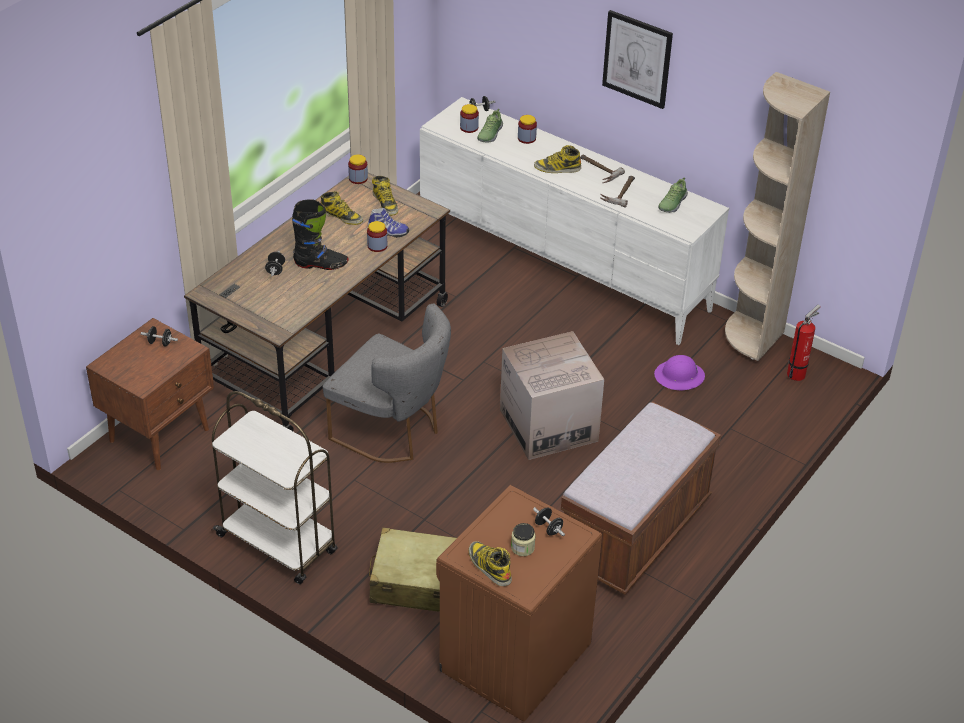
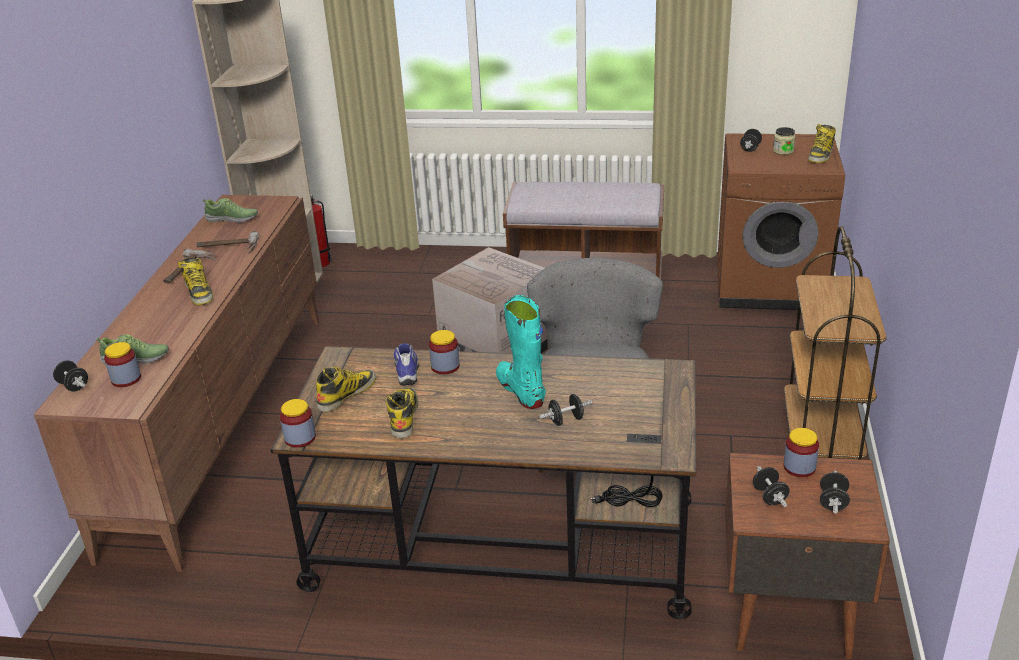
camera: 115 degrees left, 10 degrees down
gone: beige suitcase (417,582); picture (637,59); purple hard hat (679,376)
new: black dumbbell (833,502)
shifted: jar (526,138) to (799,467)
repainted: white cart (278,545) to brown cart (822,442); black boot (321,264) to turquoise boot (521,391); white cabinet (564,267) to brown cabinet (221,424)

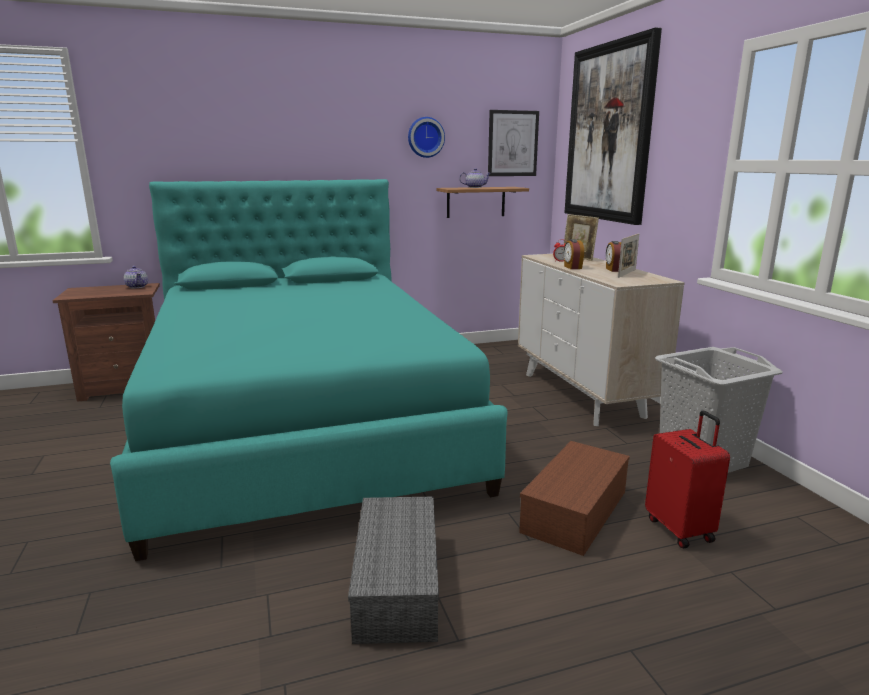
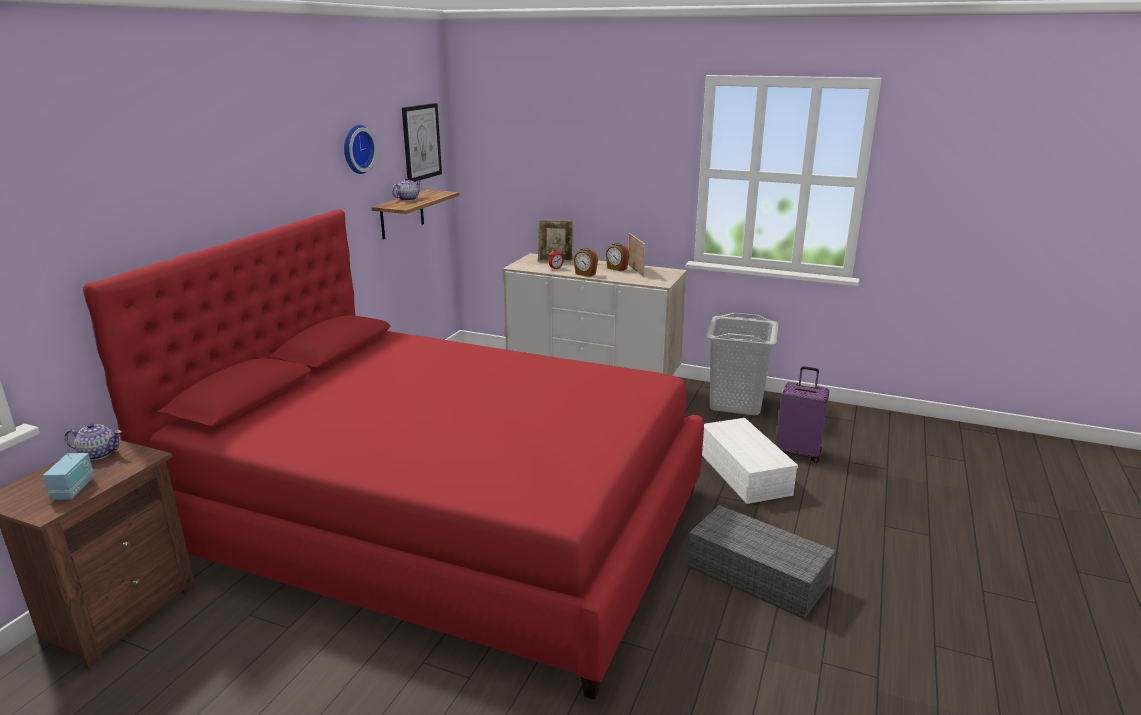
camera: 50 degrees left, 5 degrees up
gone: picture (609,133)
new: radio (74,490)
repainted: turquoise bed (305,421) to red bed (442,520); brown storage box (575,512) to white storage box (746,473); red suitcase (680,529) to purple suitcase (798,452)

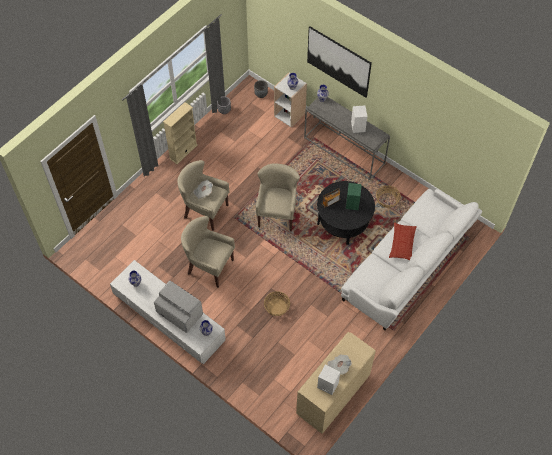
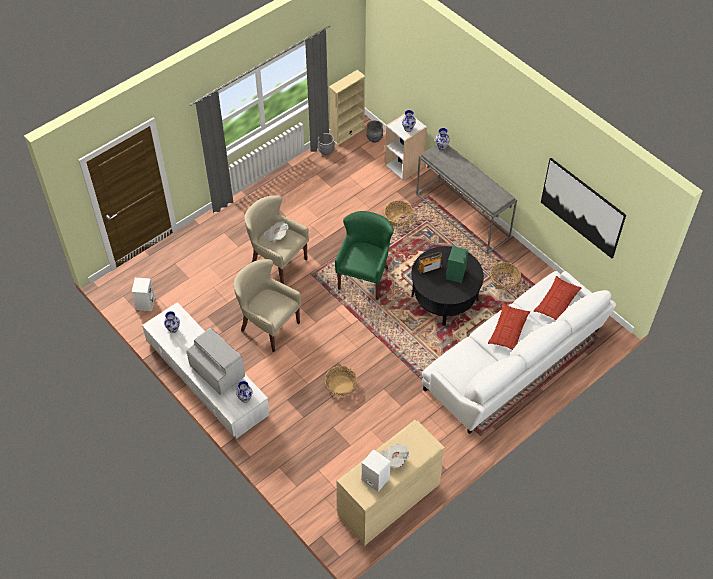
camera: 10 degrees right, 5 degrees down
new: basket (398,218); pillow (557,301)
shifted: beige bookcase (183,152) to (347,133); picture (338,61) to (582,207); white speaker (357,126) to (145,303)
repainted: beige armchair (277,214) to green armchair (364,278)

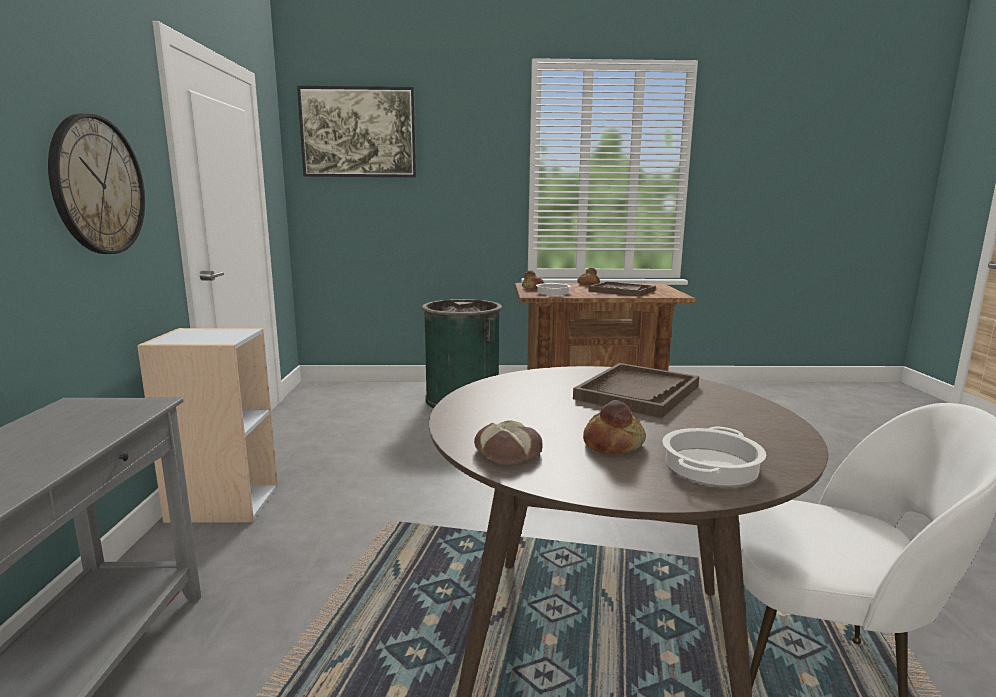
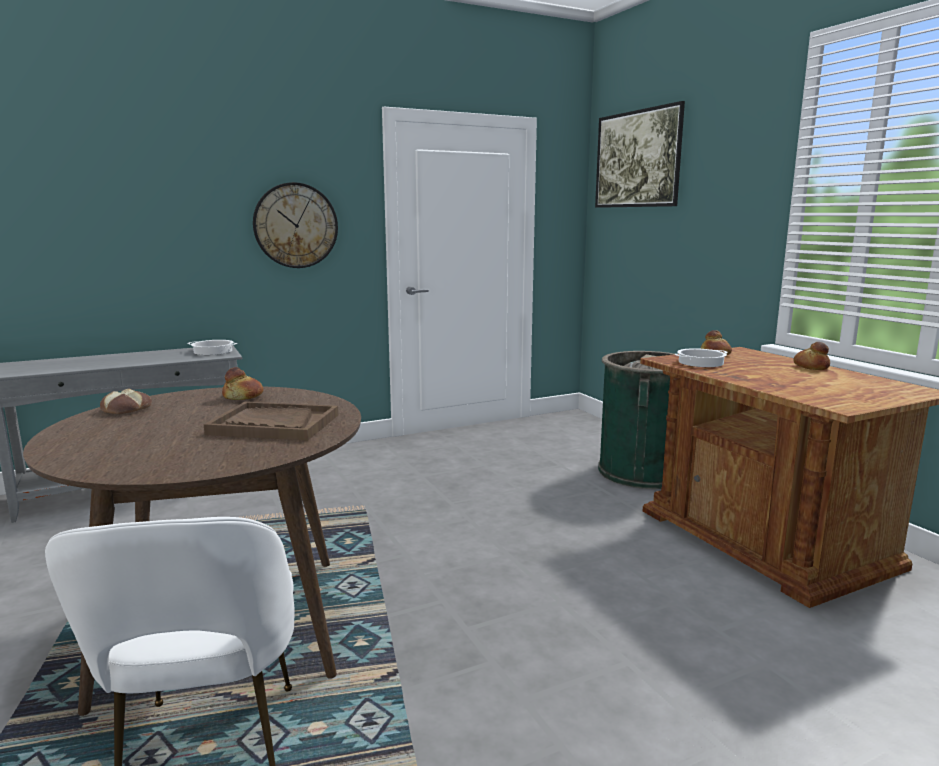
camera: 65 degrees right, 0 degrees up
gone: bookcase (222,503); brown tray (621,291)
shifted: bread (613,444) to (243,397); cooking pot (710,465) to (213,351)

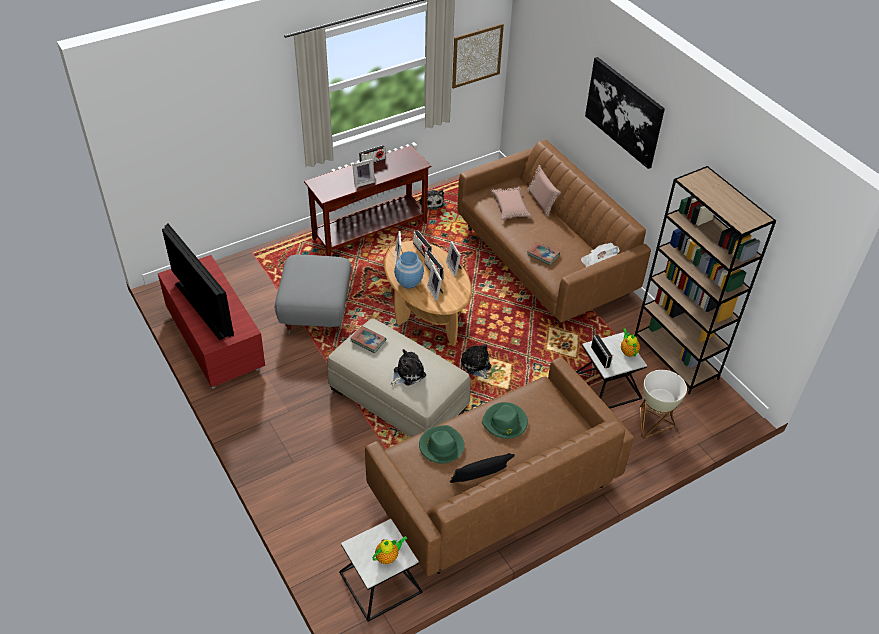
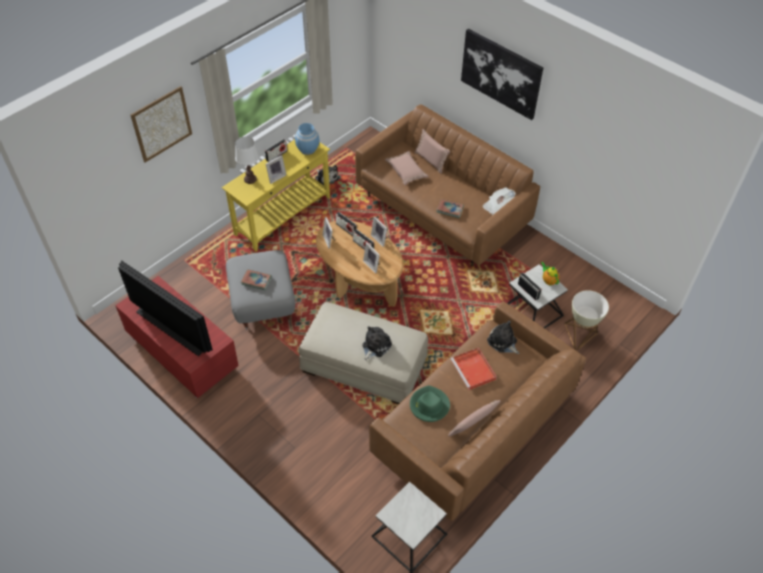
camera: 15 degrees left, 5 degrees up
gone: teapot (388,557); beige bookcase (676,358)
new: white table lamp (250,179)
shifted: book (368,341) to (256,281); blue vase (409,282) to (308,149); picture (477,55) to (161,123); plush toy (476,366) to (503,342)
swapped: green hat (505,422) to red tray (474,370)
repainted: brown console table (370,230) to yellow console table (283,215); black pillow (480,479) to beige pillow (472,426)

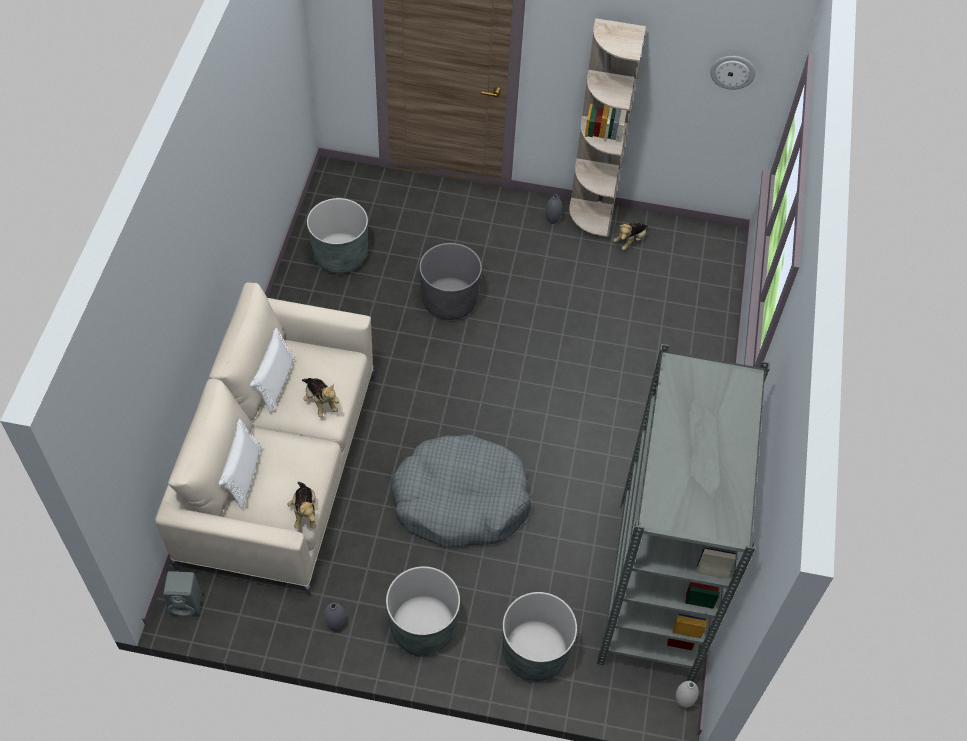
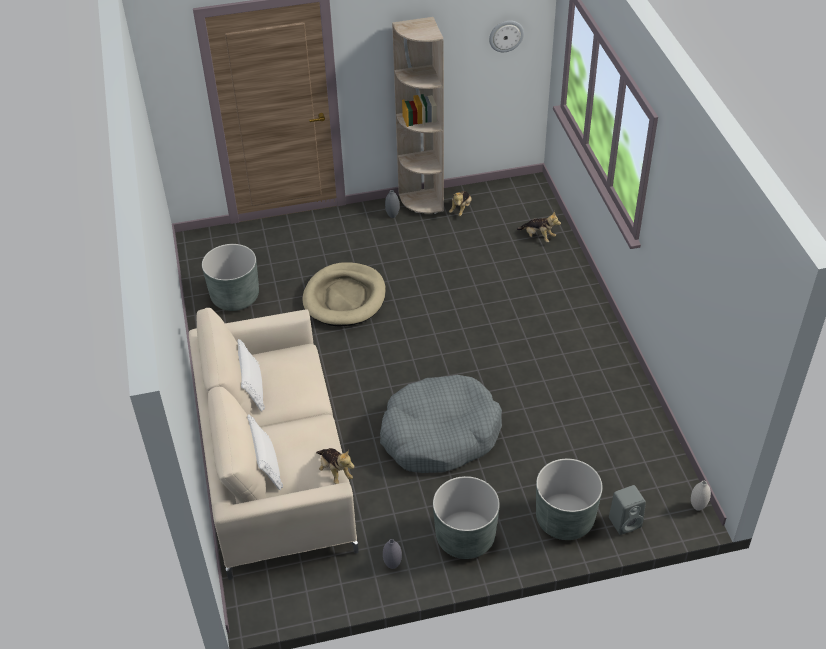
camera: 20 degrees left, 10 degrees down
gone: grey bookcase (655,589)
shifted: grey speaker (187,603) to (625,521); plush toy (320,402) to (538,237)
swapped: grey planter (449,301) to beige dog bed (345,297)

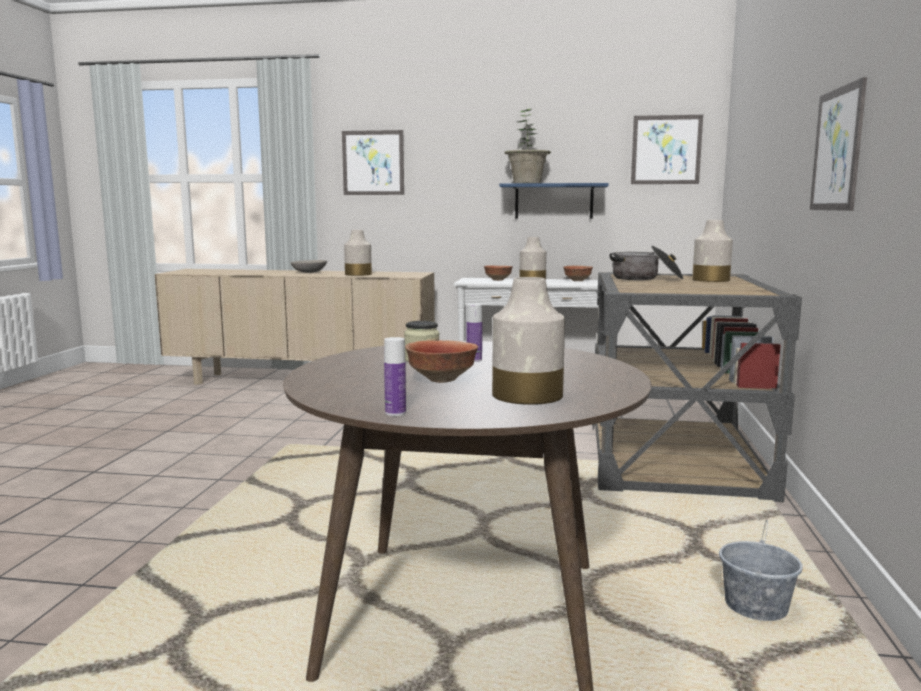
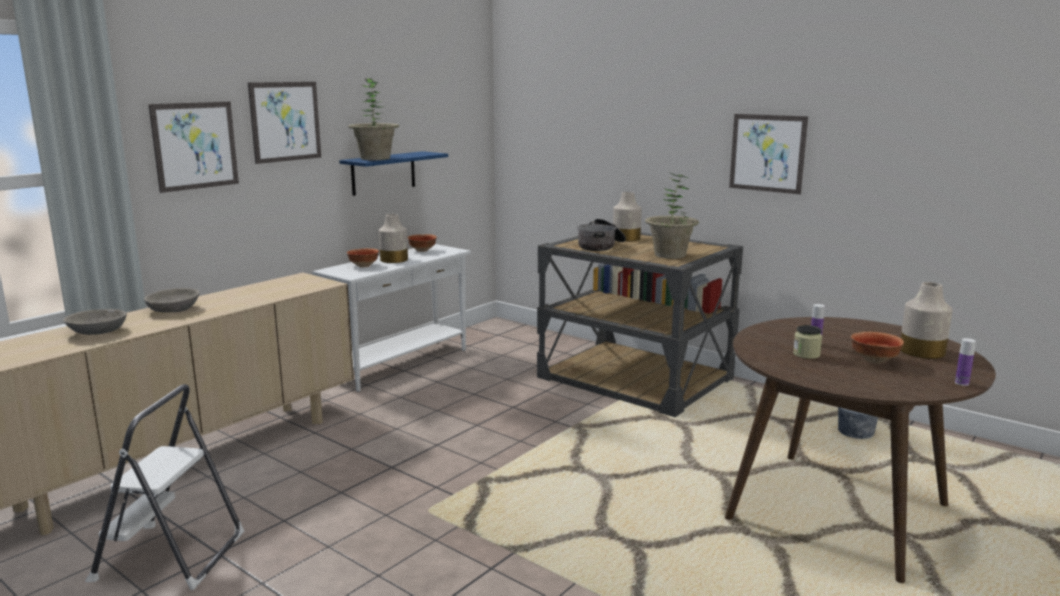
camera: 60 degrees left, 5 degrees up
gone: beige vase (358,274)
new: grey bowl (97,331); white step ladder (174,556); potted plant (670,255)
shifted: picture (666,150) to (285,121)

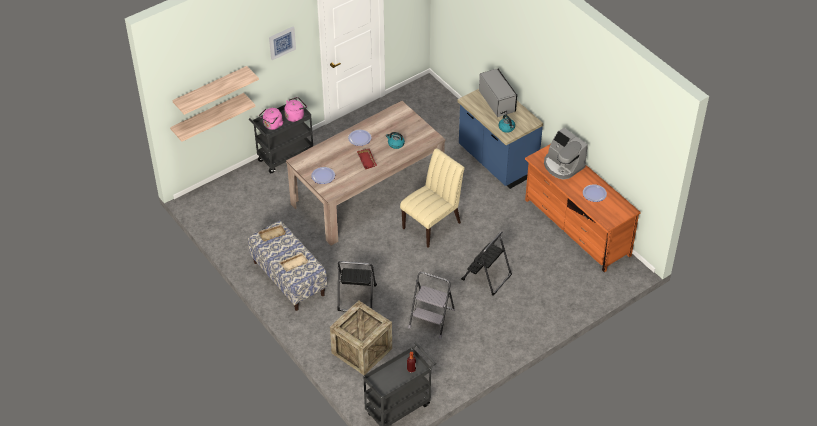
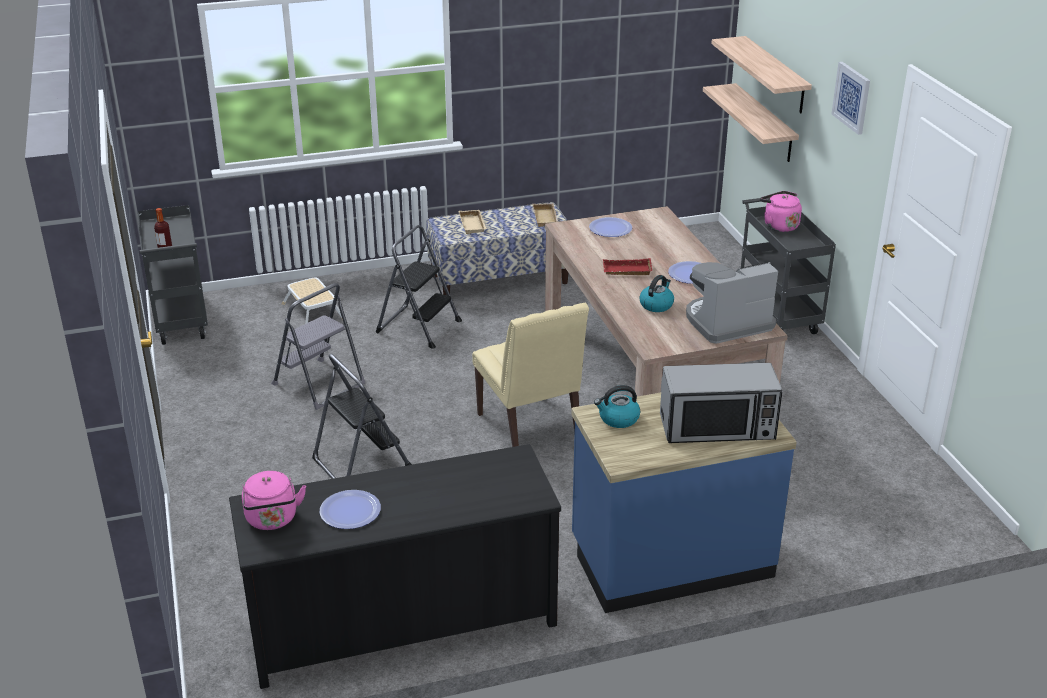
camera: 110 degrees right, 15 degrees down
shifted: pink kettle (295,116) to (272,520); coffee machine (563,165) to (726,322)
swapped: crate (361,351) to beige step ladder (313,312)
repainted: orange dresser (576,228) to black dresser (401,624)

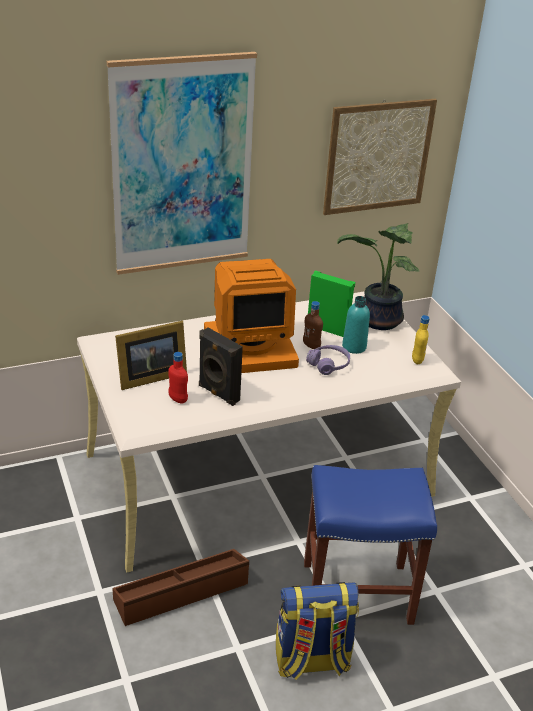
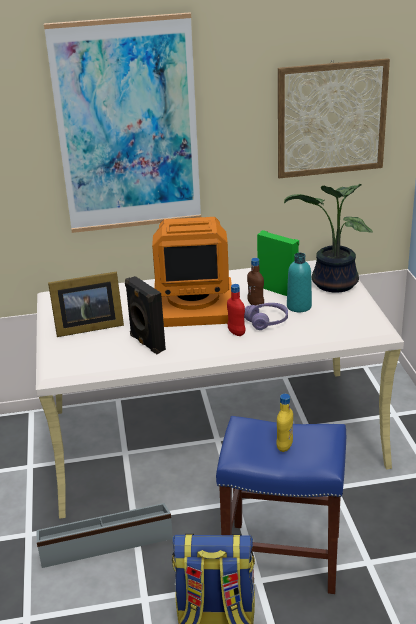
camera: 15 degrees right, 5 degrees down
shifted: red bottle (178,399) to (236,333); yellow bottle (417,360) to (284,446)
repainted: brown storage box (182,593) to grey storage box (106,542)

